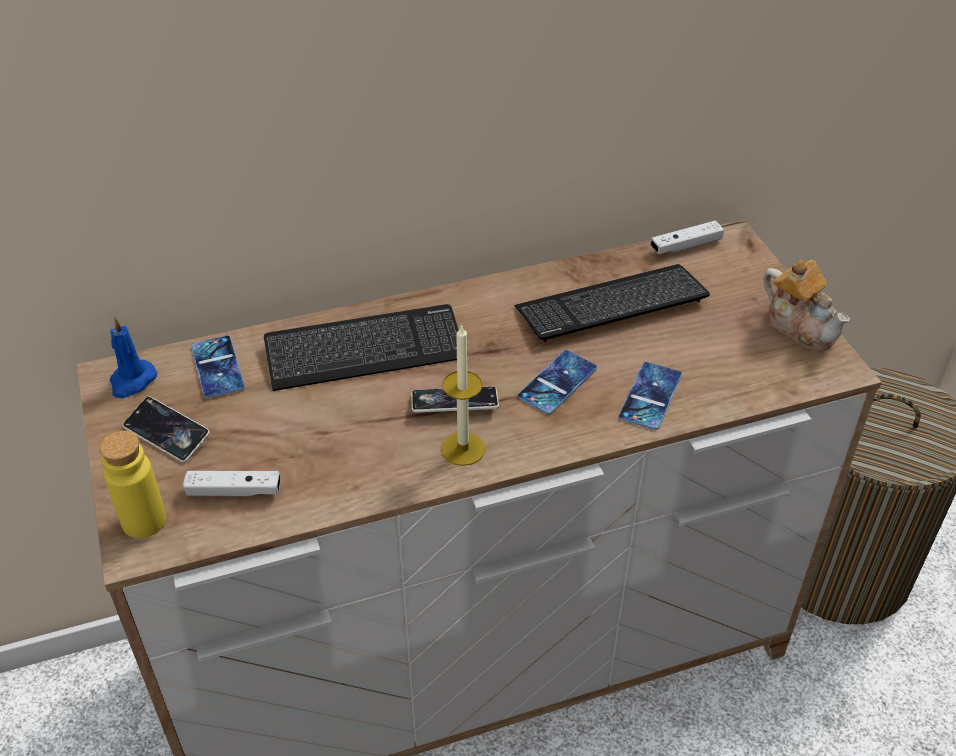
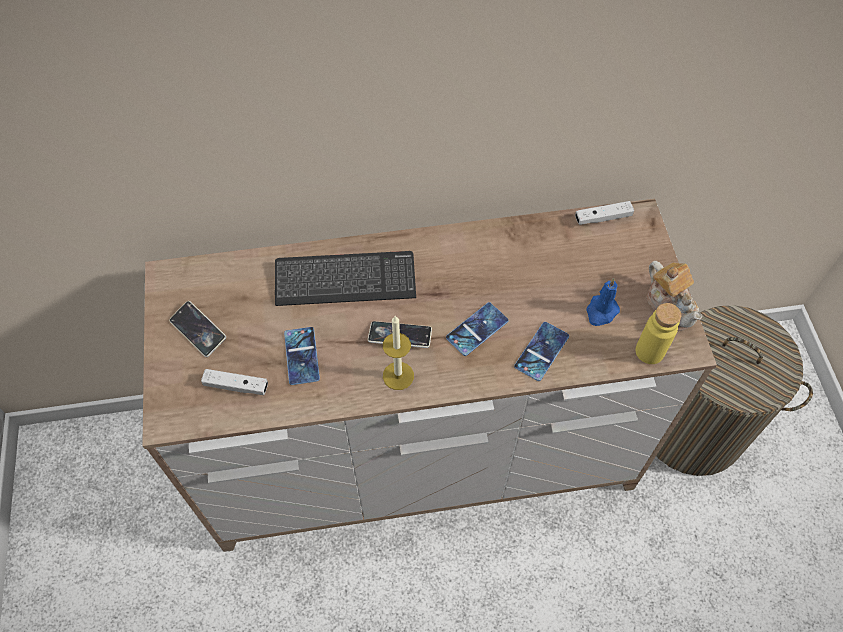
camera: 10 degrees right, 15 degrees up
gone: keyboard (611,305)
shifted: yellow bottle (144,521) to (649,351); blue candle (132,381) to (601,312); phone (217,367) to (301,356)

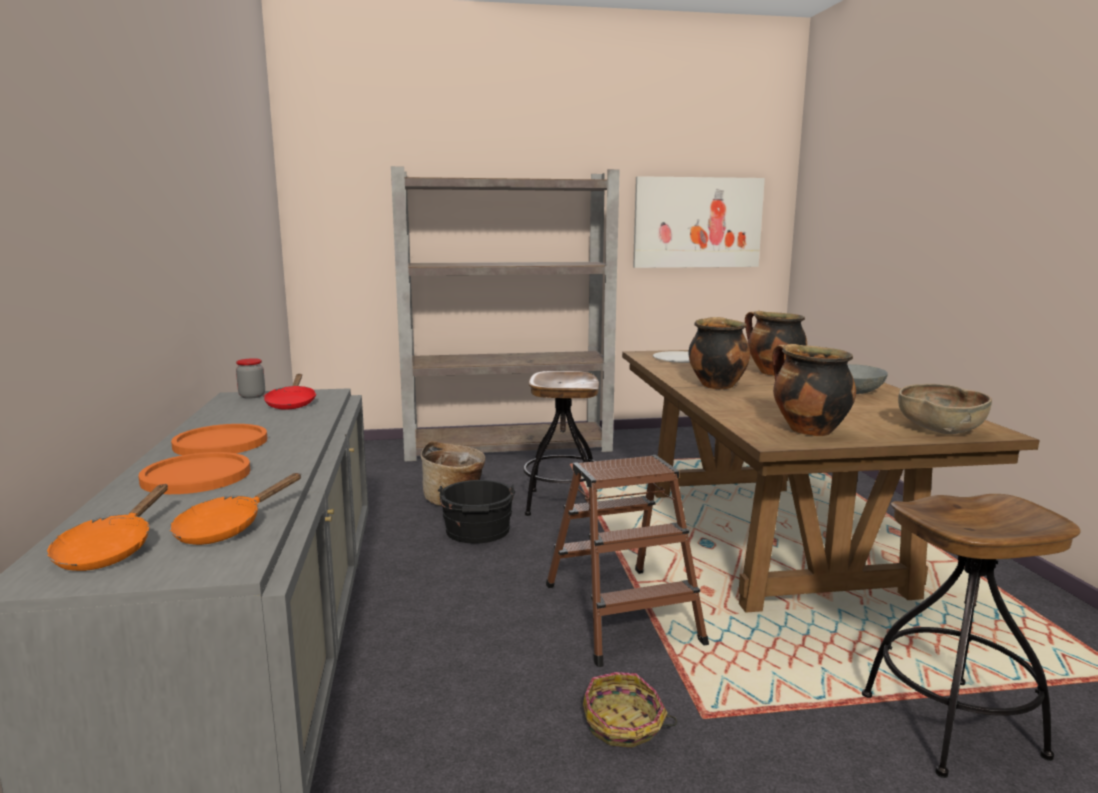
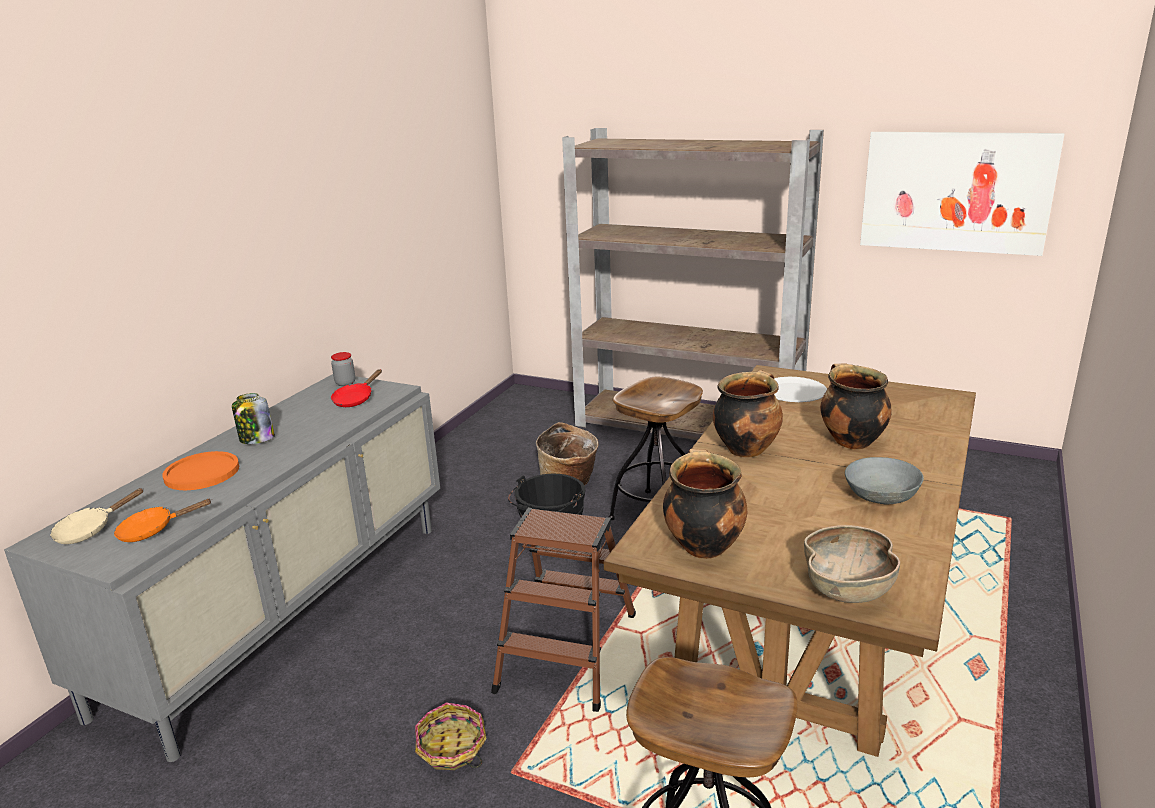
camera: 35 degrees right, 10 degrees up
swapped: orange plate (220,443) to jar (256,439)
repainted: orange frying pan (110,550) to beige frying pan (89,530)

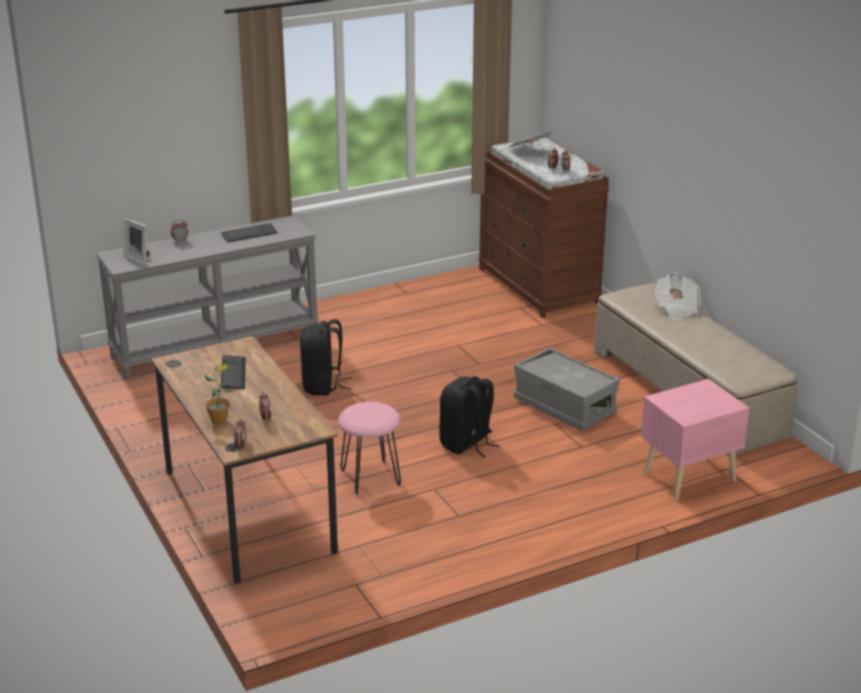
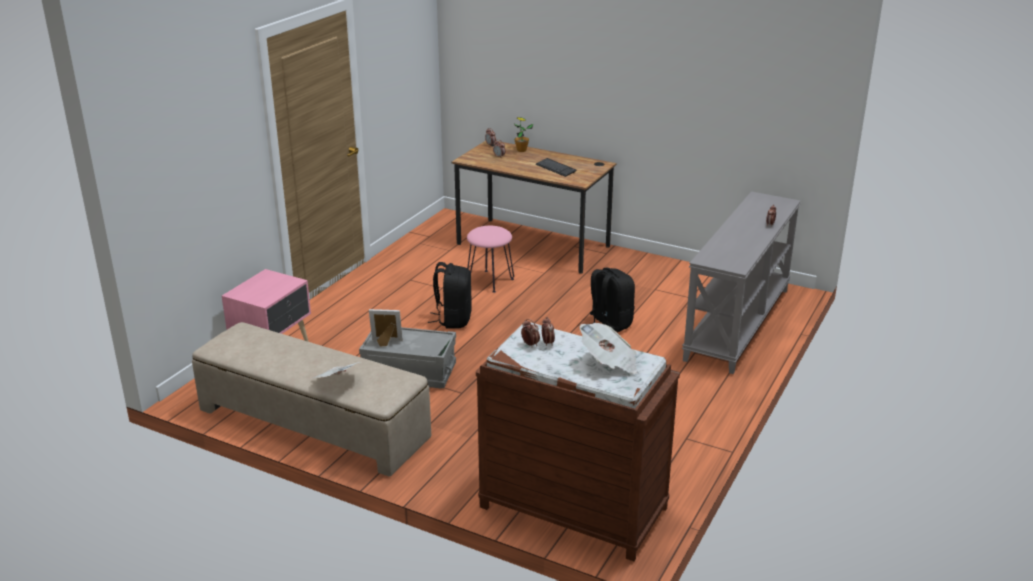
camera: 145 degrees right, 0 degrees up
gone: keyboard (249,234)
shifted: picture frame (139,258) to (386,343)

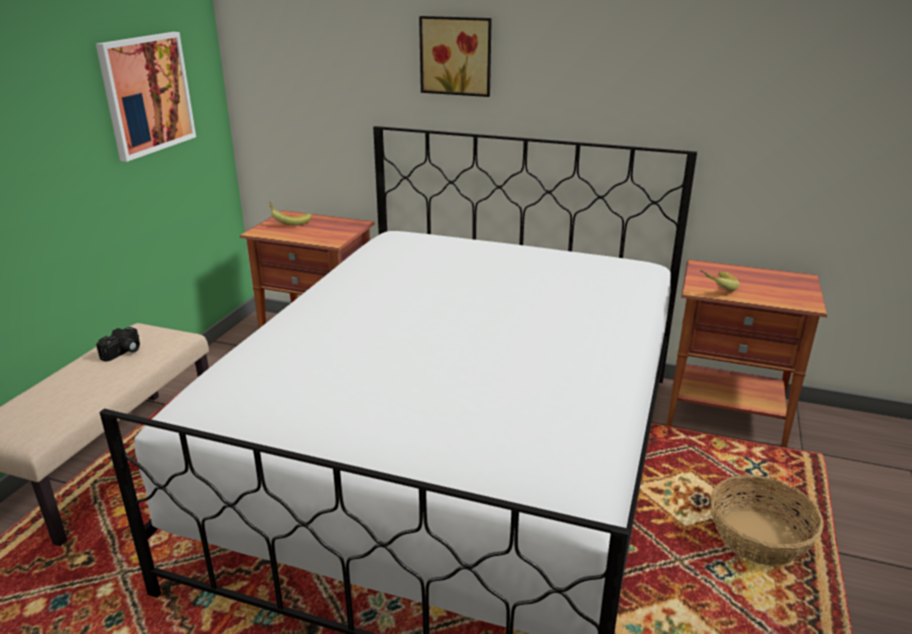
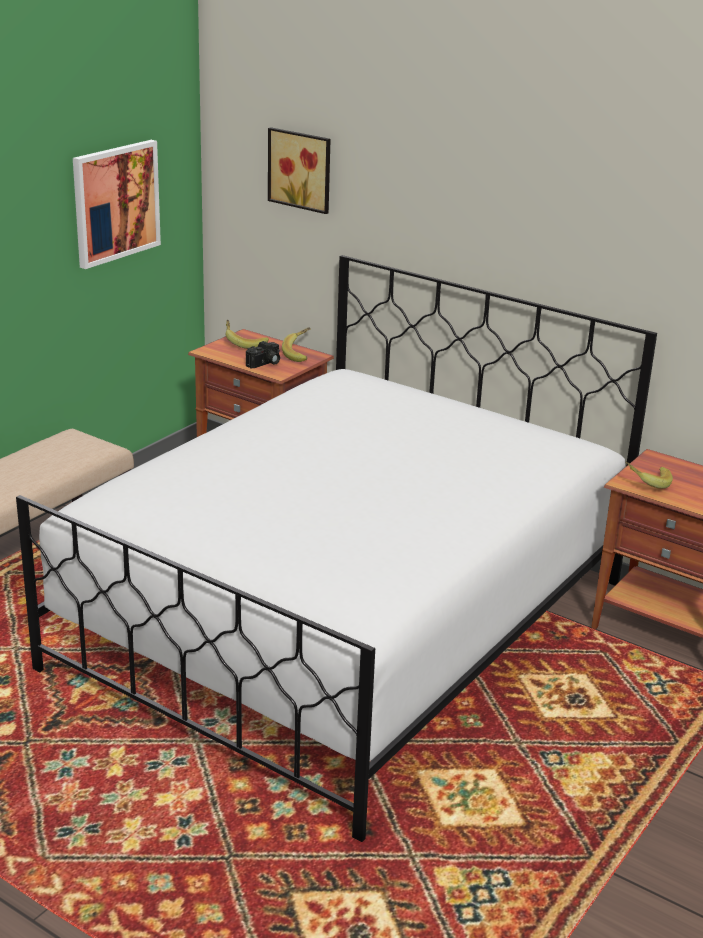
camera: 15 degrees right, 0 degrees up
gone: basket (759,537)
new: banana (301,354)
shifted: photo camera (123,353) to (265,364); picture (456,55) to (301,169)

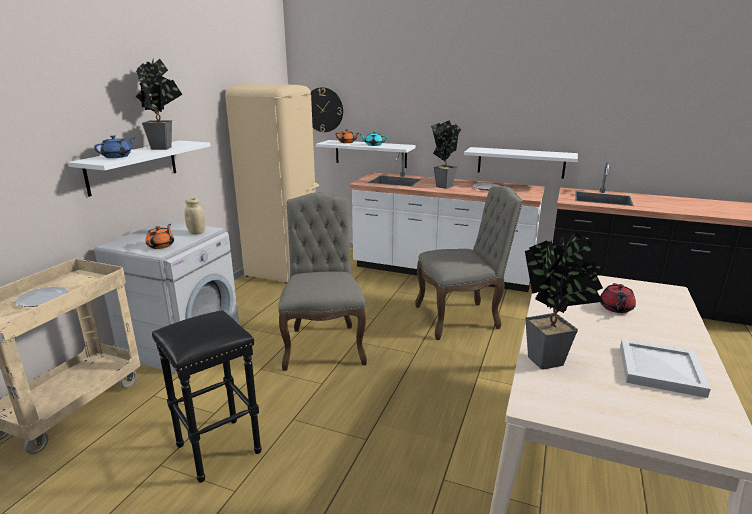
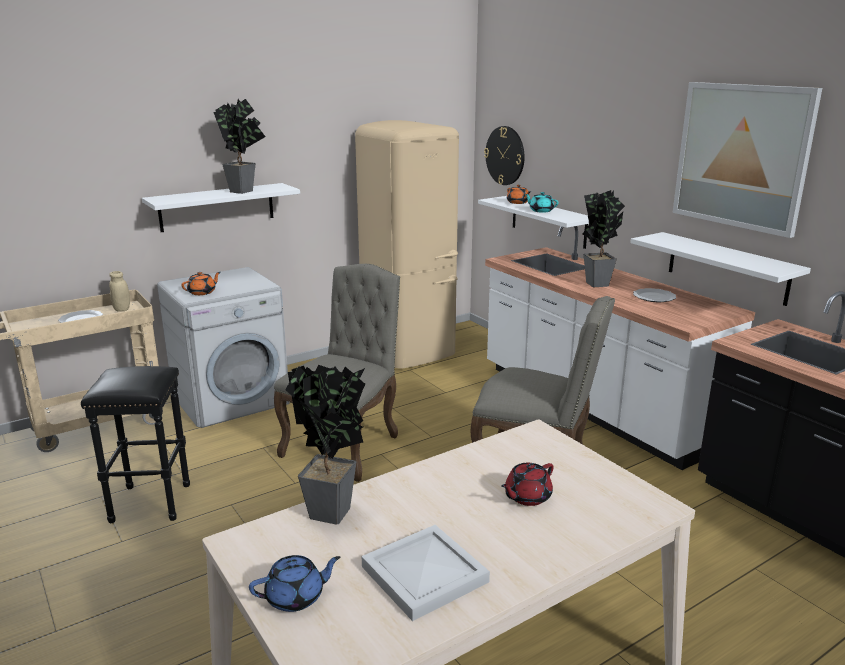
camera: 35 degrees right, 0 degrees up
new: picture (741,156)
shifted: blue teapot (117,157) to (296,597); beige jar (196,233) to (122,309)

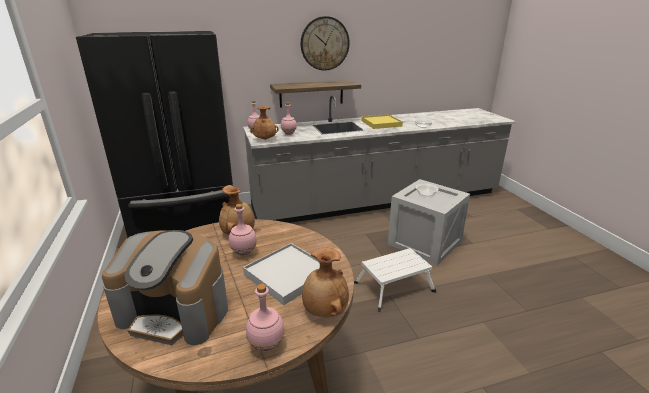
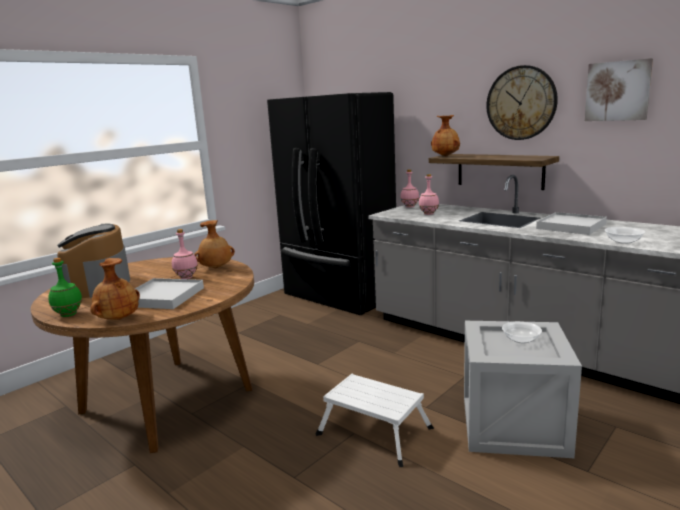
camera: 60 degrees right, 10 degrees down
new: picture (617,91)
shifted: brown vase (265,139) to (445,156)
repainted: pink bottle (267,345) to green bottle (69,315); yellow tray (381,123) to white tray (571,226)

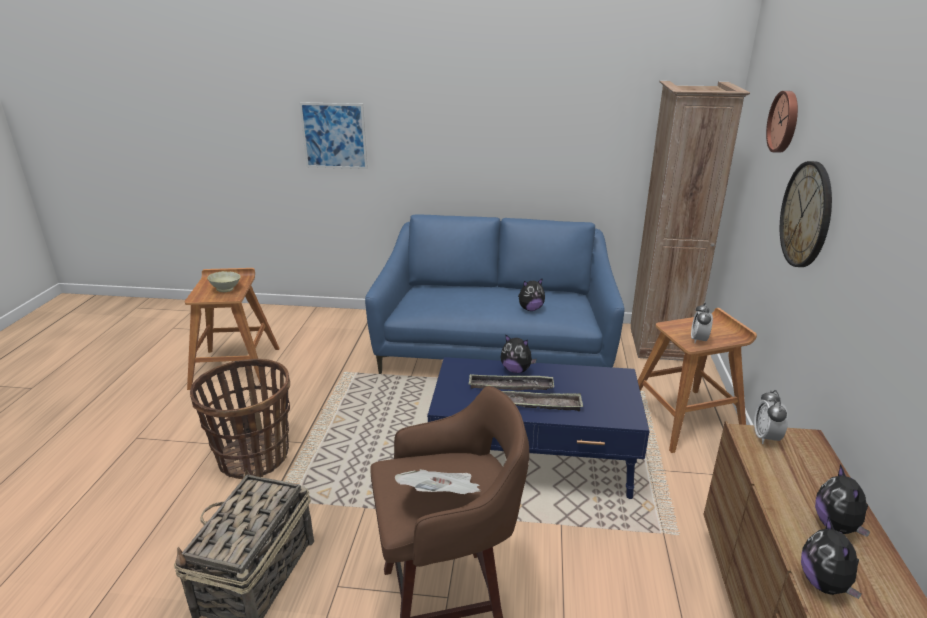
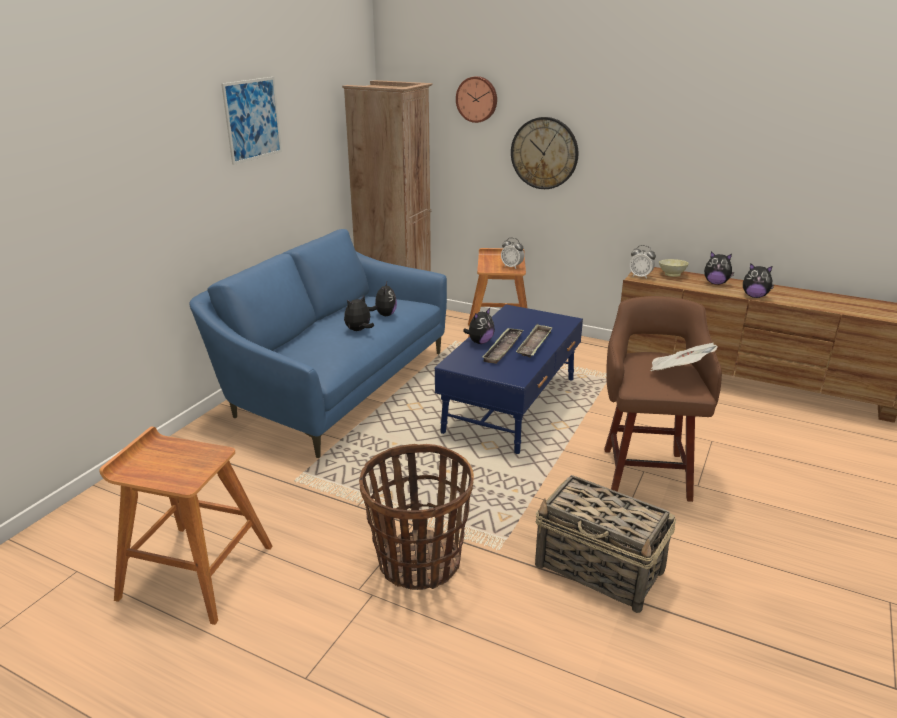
camera: 70 degrees left, 0 degrees up
new: plush toy (359,330)
shifted: beige bowl (226,289) to (672,275); picture (334,136) to (252,119)

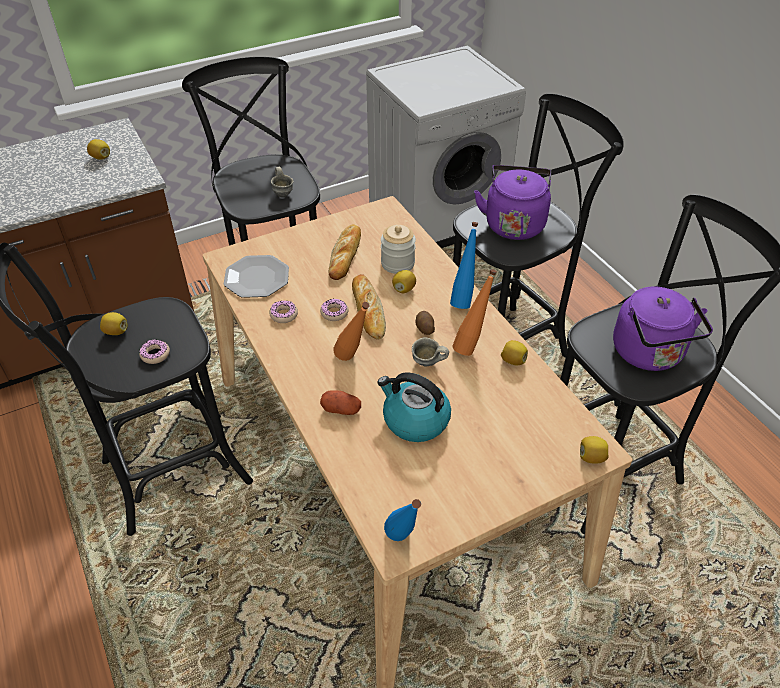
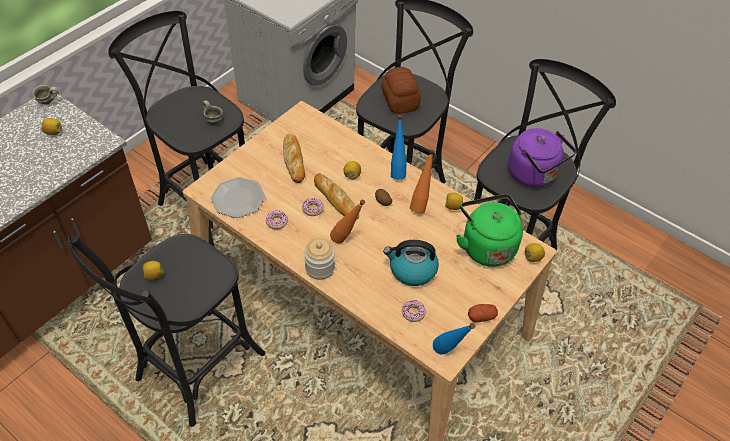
camera: 25 degrees left, 5 degrees up
new: green kettle (486,246)
shifted: donut (155,354) to (413,313); potato (341,409) to (481,316); jar (397,263) to (320,268); grey mug (427,364) to (48,103)
swapped: purple kettle (514,223) to bread (400,100)

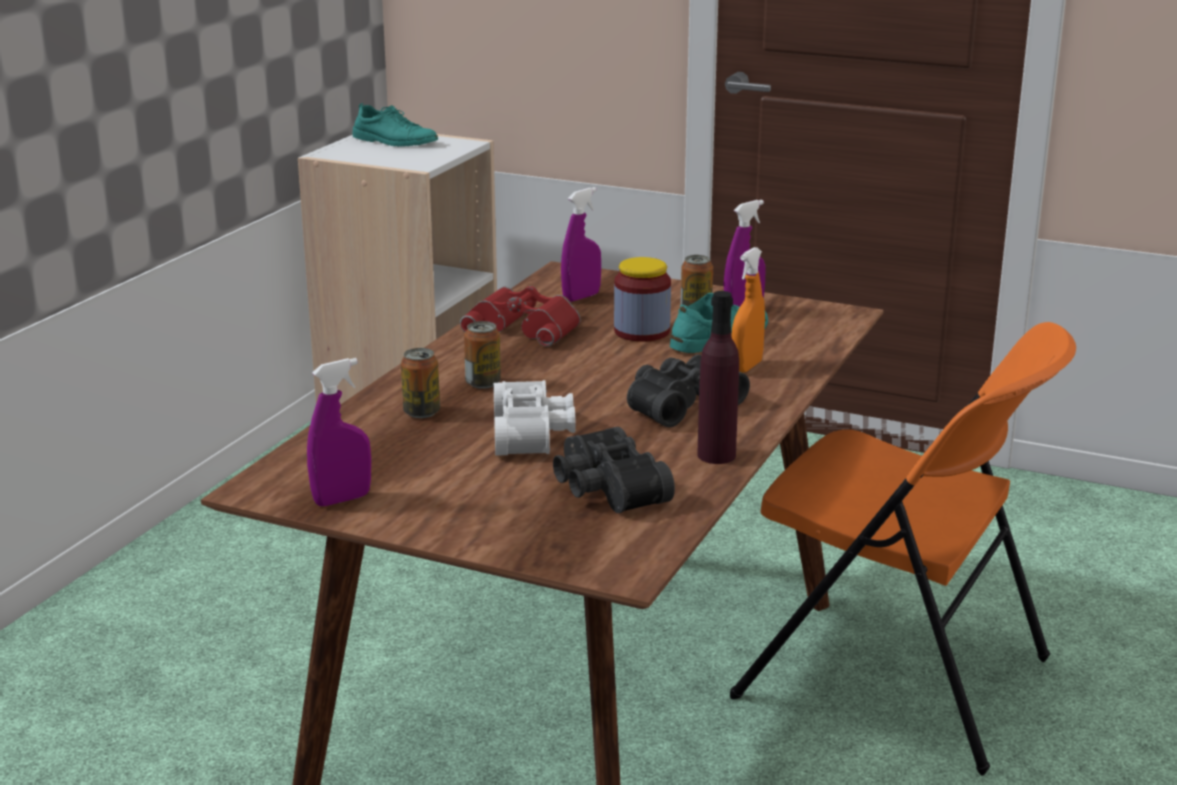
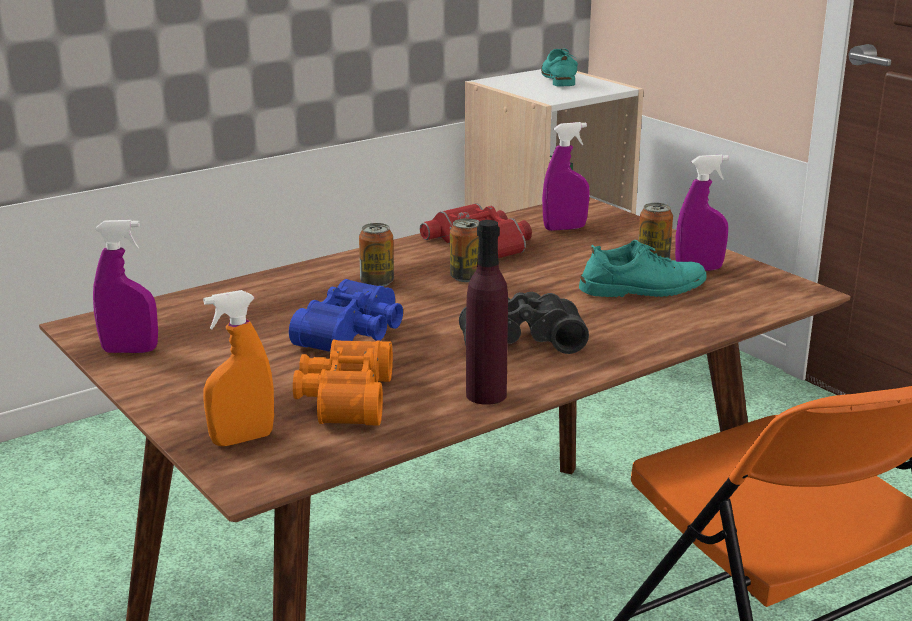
camera: 30 degrees right, 0 degrees up
gone: jar (642,331)
shifted: can (421,412) to (466,277); orange spray bottle (746,367) to (242,439)
repainted: white binoculars (534,434) to blue binoculars (355,335); black binoculars (605,489) to orange binoculars (342,399)
rotated: turquoise shoe (394,141) = (558,79) 150 degrees counterclockwise

